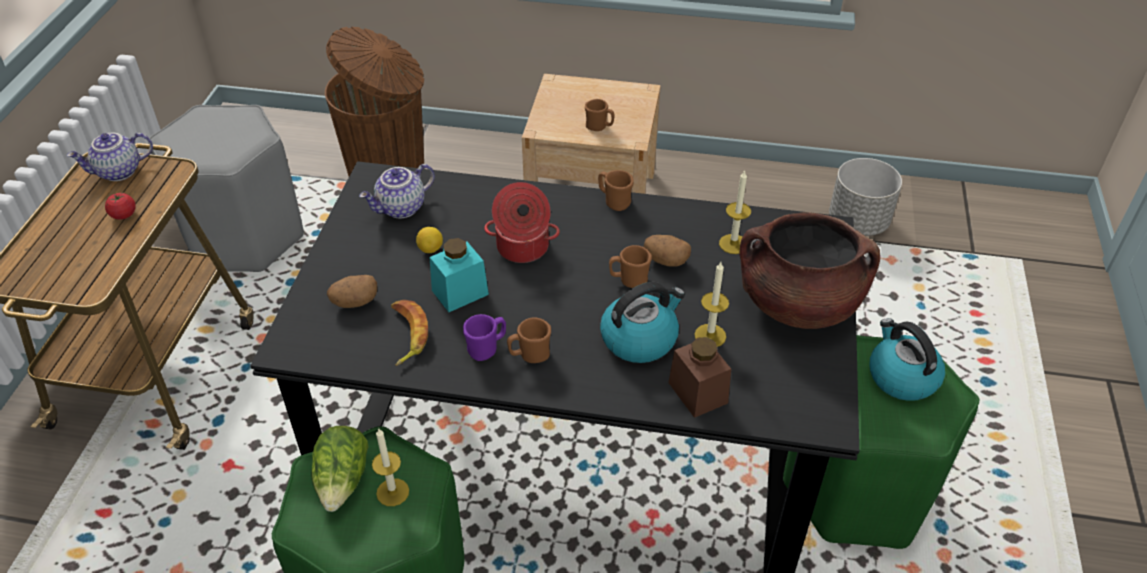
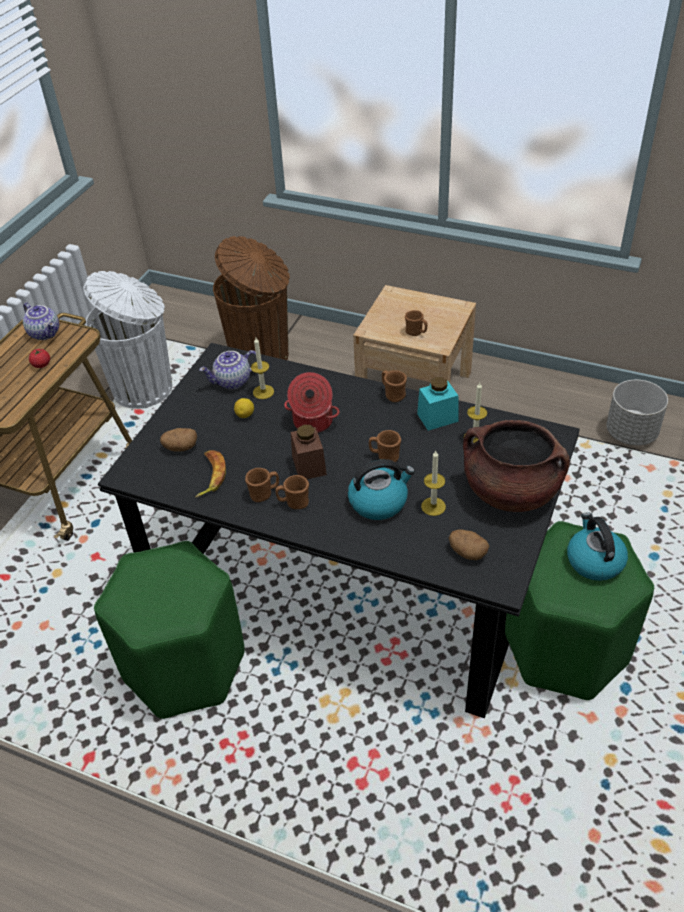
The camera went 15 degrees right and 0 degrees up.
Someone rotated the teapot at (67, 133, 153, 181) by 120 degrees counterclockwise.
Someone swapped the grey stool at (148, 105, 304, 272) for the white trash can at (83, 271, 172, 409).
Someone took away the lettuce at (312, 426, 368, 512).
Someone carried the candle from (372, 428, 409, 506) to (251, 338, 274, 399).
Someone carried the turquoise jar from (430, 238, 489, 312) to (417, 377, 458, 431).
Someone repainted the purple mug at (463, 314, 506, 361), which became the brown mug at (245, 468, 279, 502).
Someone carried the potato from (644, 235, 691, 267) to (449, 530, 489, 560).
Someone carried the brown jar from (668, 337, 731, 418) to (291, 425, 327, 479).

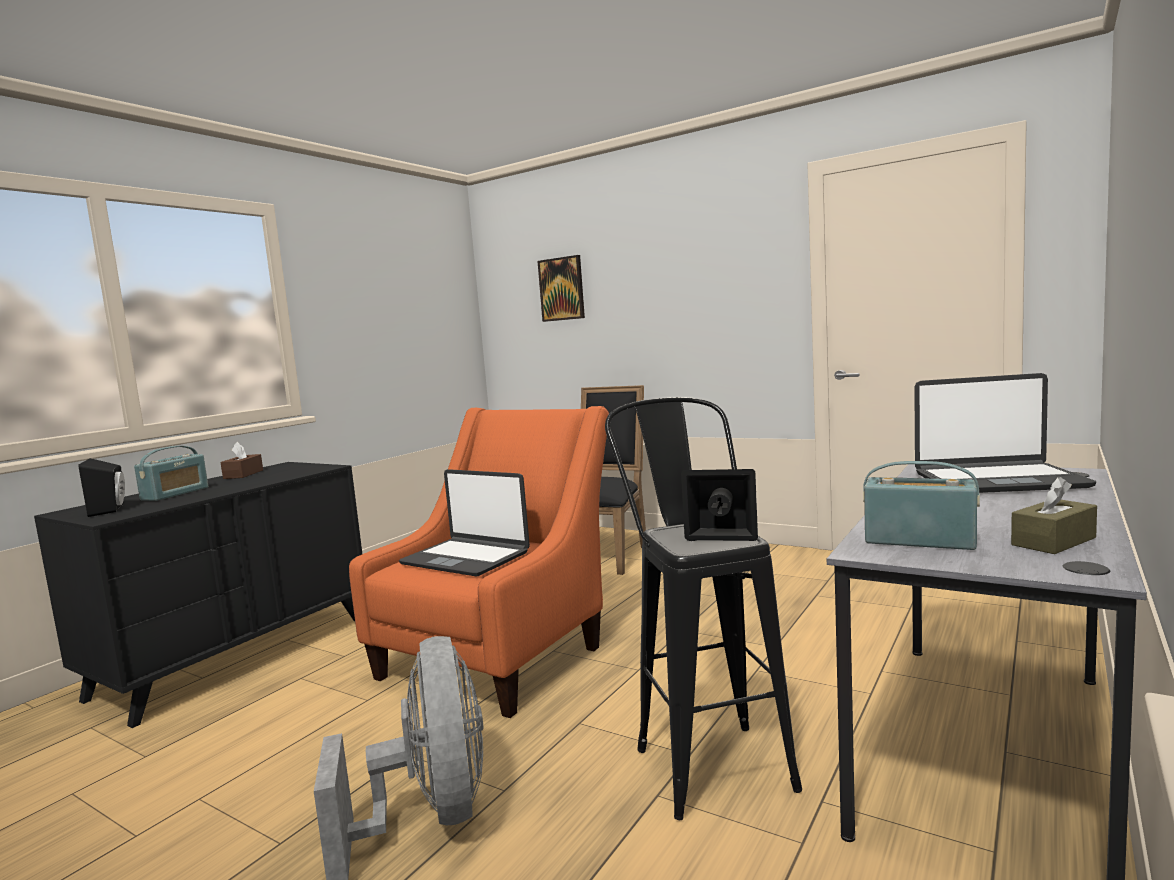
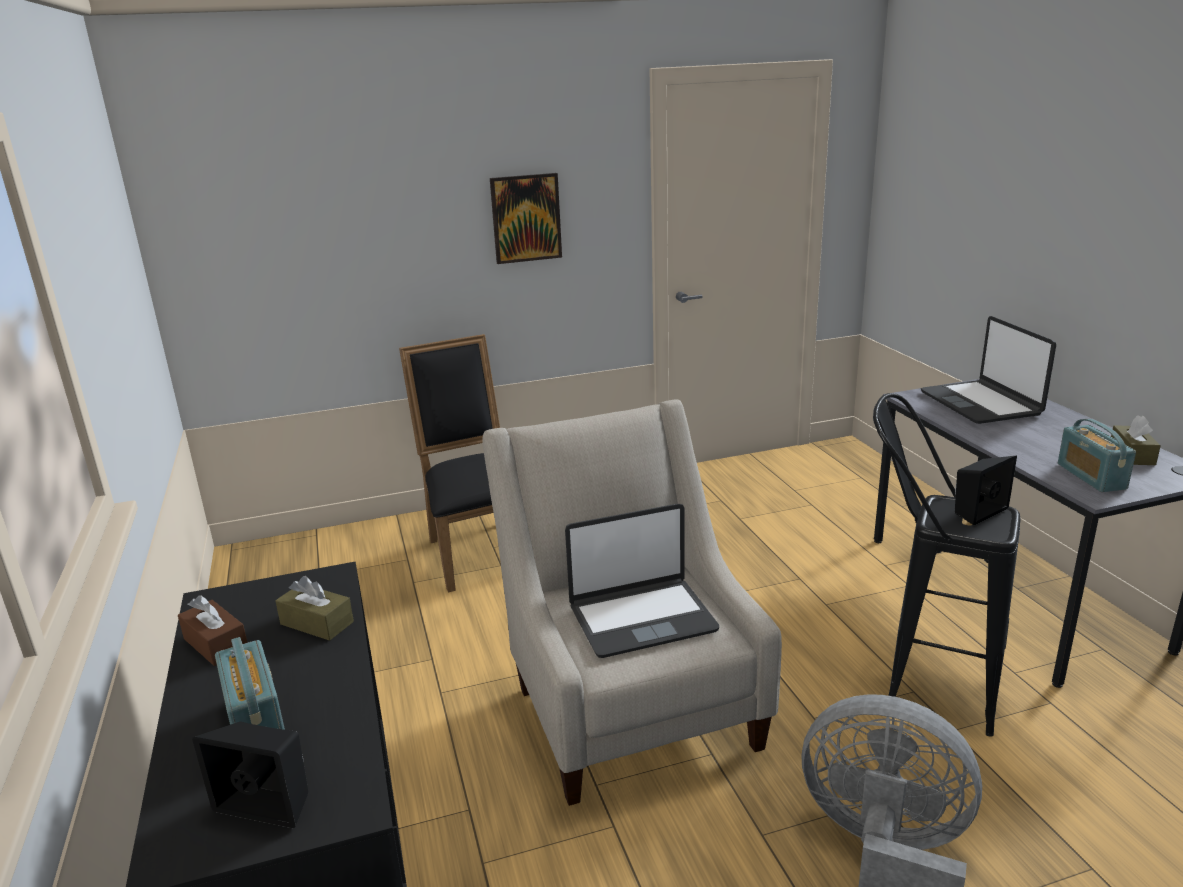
The camera went 50 degrees left and 15 degrees up.
Someone repainted the orange armchair at (349, 406, 609, 718), which became the beige armchair at (482, 400, 782, 806).
Someone carried the picture from (537, 255, 585, 322) to (490, 173, 562, 264).
Someone rotated the radio at (863, 461, 980, 550) by 75 degrees counterclockwise.
Someone rotated the laptop at (914, 373, 1096, 493) by 120 degrees clockwise.
Someone put down the brown tissue box at (275, 576, 354, 640).

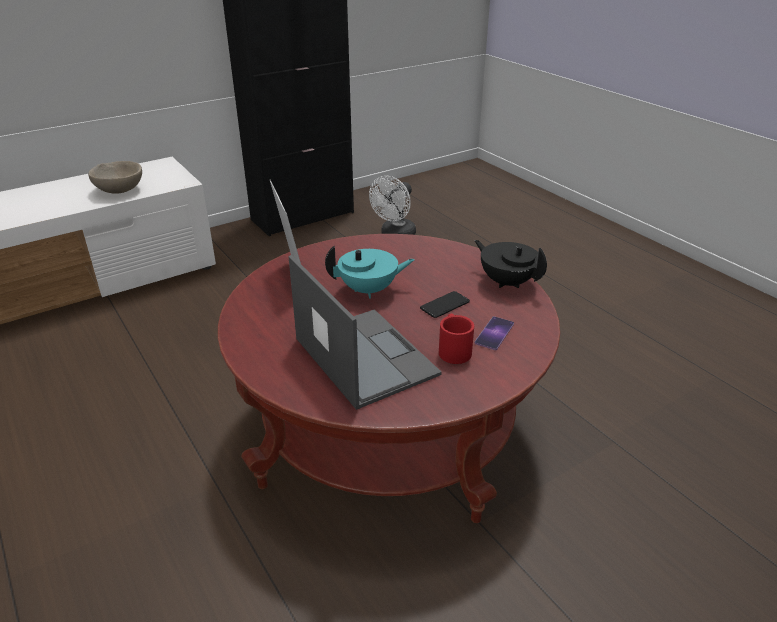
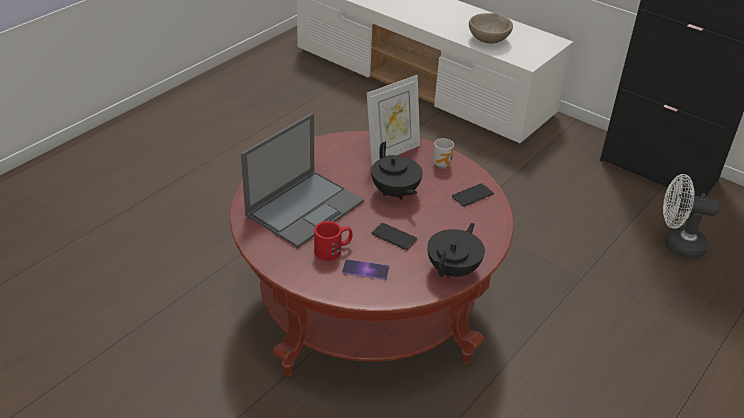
The camera went 70 degrees right and 5 degrees up.
Someone repainted the turquoise teapot at (325, 245, 415, 299), which became the black teapot at (371, 141, 423, 200).
Someone put down the mug at (433, 138, 454, 168).
Someone put down the phone at (452, 184, 494, 206).

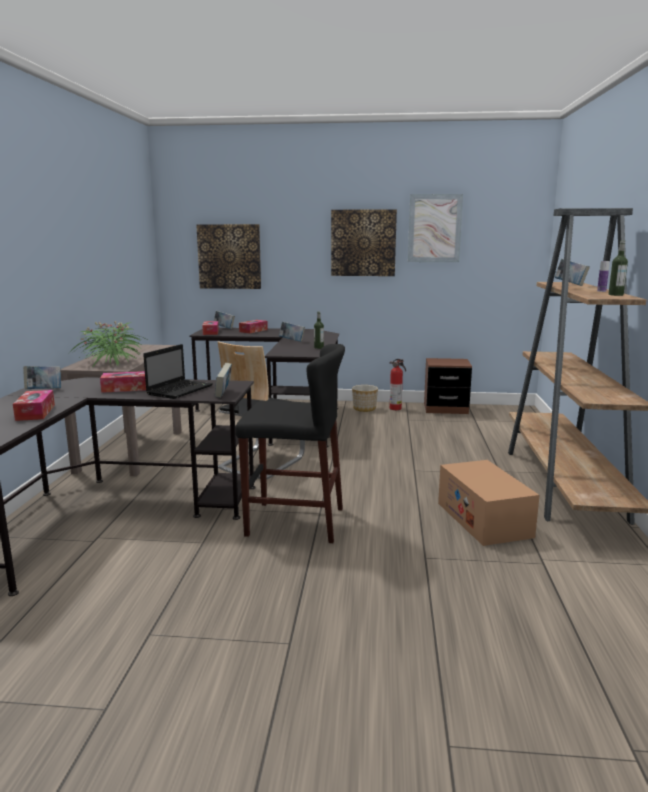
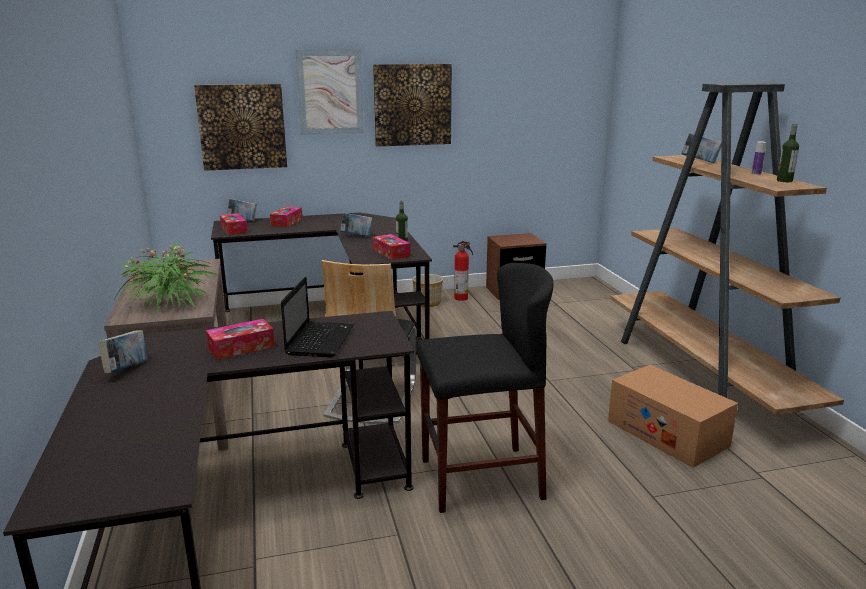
The camera went 20 degrees left and 5 degrees up.
Someone carried the tissue box from (13, 390, 55, 421) to (373, 234, 411, 260).
Someone took away the book at (215, 363, 232, 398).
Someone carried the picture from (408, 194, 463, 262) to (295, 49, 364, 135).

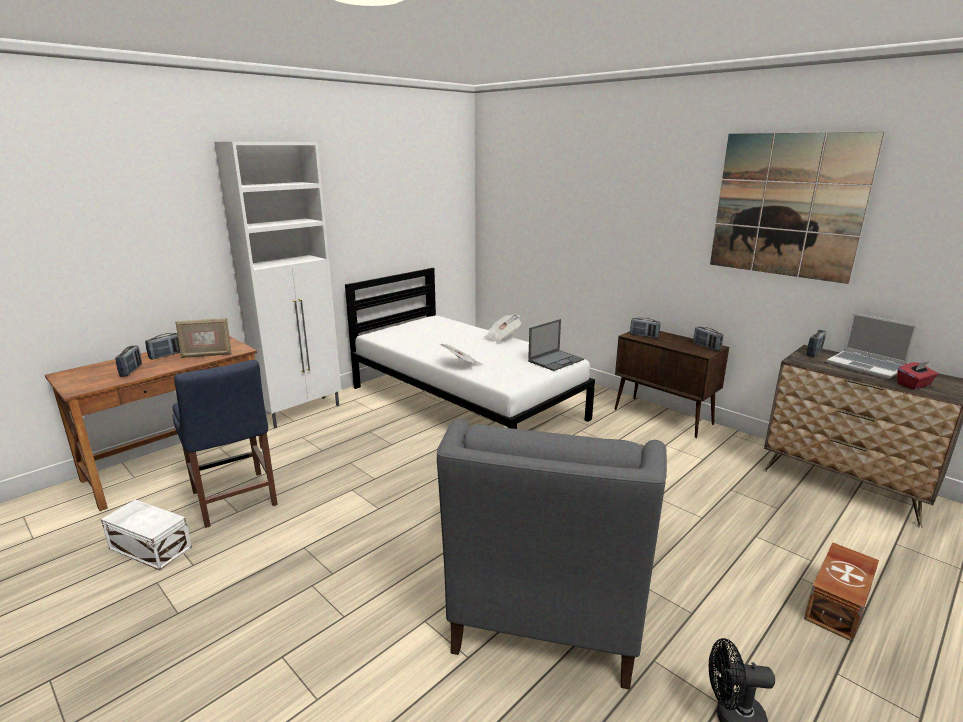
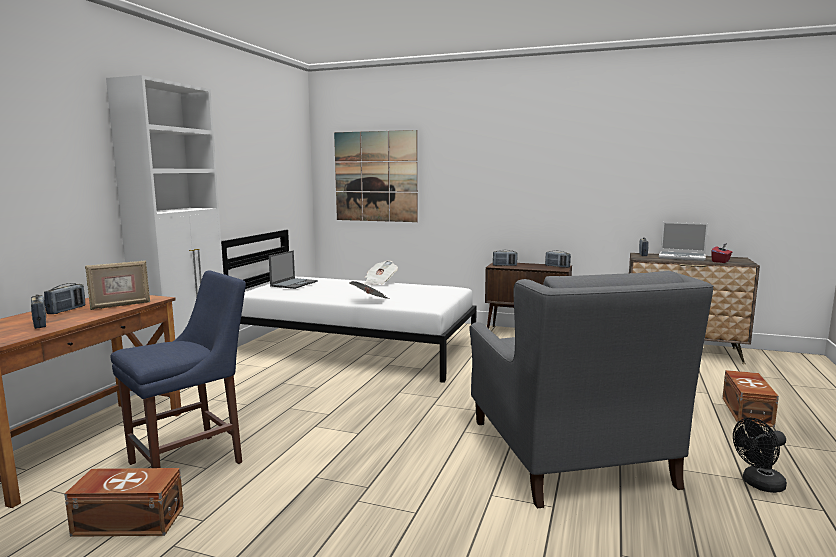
The camera went 25 degrees left and 10 degrees down.
Someone repainted the white storage box at (101, 499, 192, 571), which became the brown storage box at (64, 468, 184, 537).
Someone rotated the blue chair at (172, 360, 278, 528) by 75 degrees counterclockwise.
Someone carried the laptop from (528, 319, 584, 371) to (269, 250, 318, 289).
Someone carried the picture from (710, 132, 884, 284) to (334, 130, 417, 222).

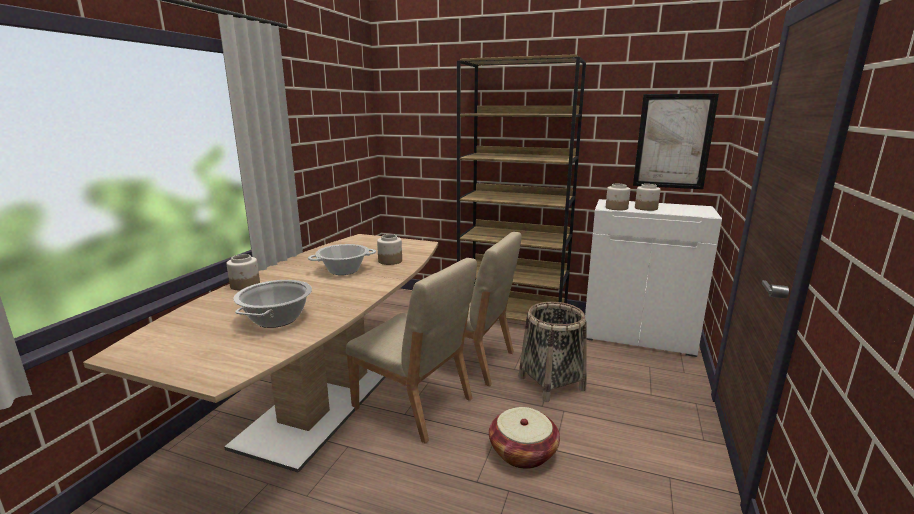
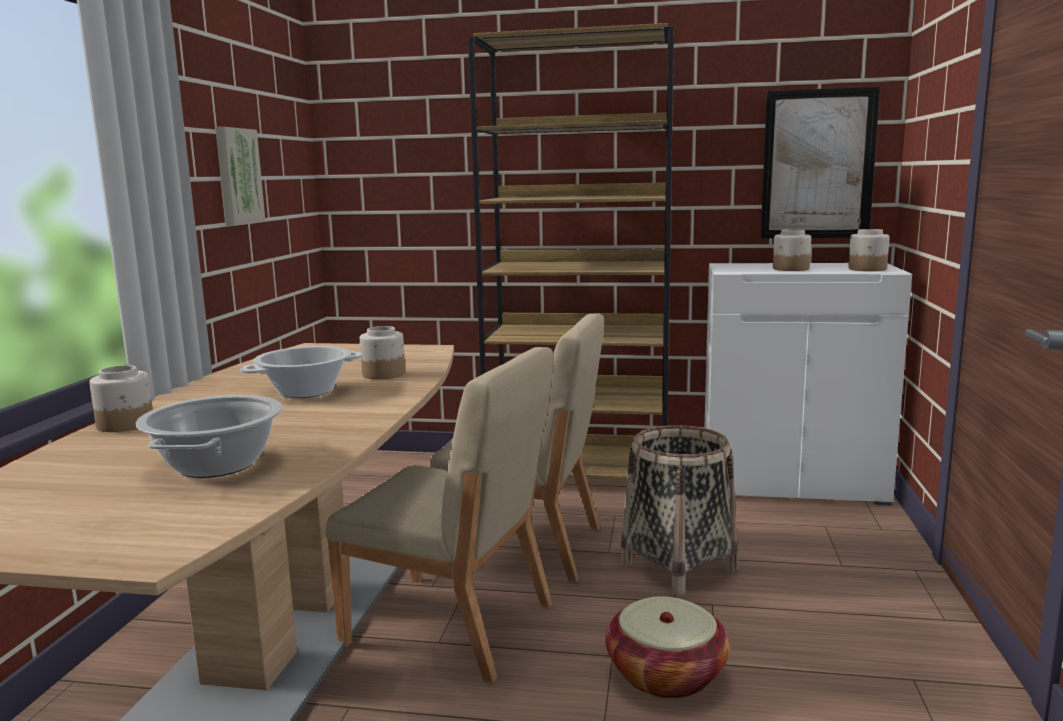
The camera went 10 degrees left and 5 degrees down.
Someone carried the jar from (606, 184, 630, 210) to (848, 229, 889, 271).
Someone put up the picture at (215, 127, 266, 226).

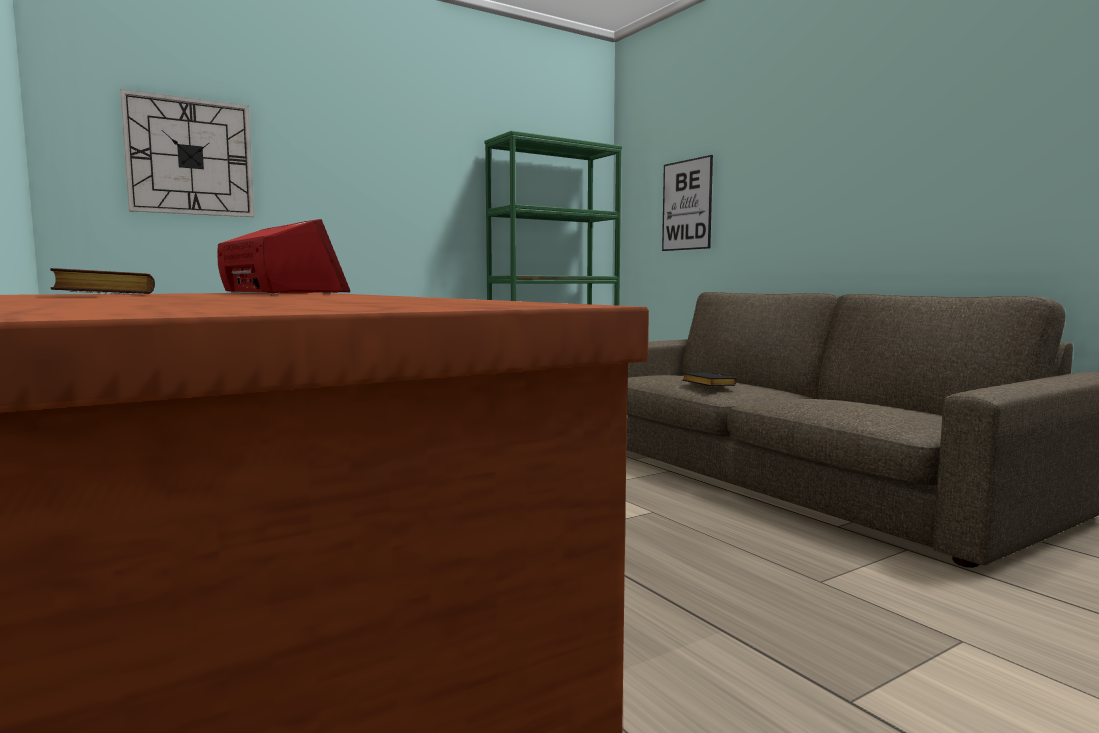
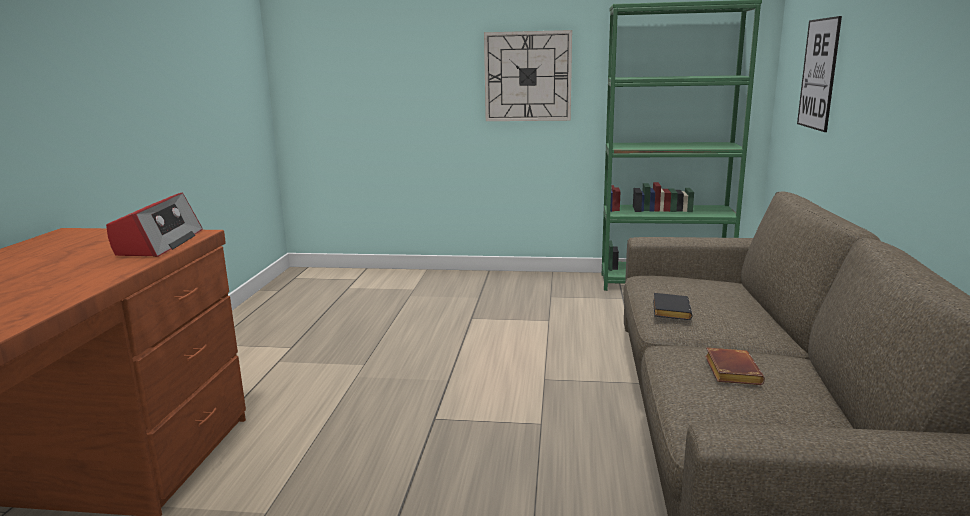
The camera went 40 degrees right and 10 degrees up.
Someone carried the brown book from (50, 268, 155, 295) to (705, 348, 765, 385).
Someone carried the wall clock from (120, 89, 254, 217) to (484, 30, 572, 121).

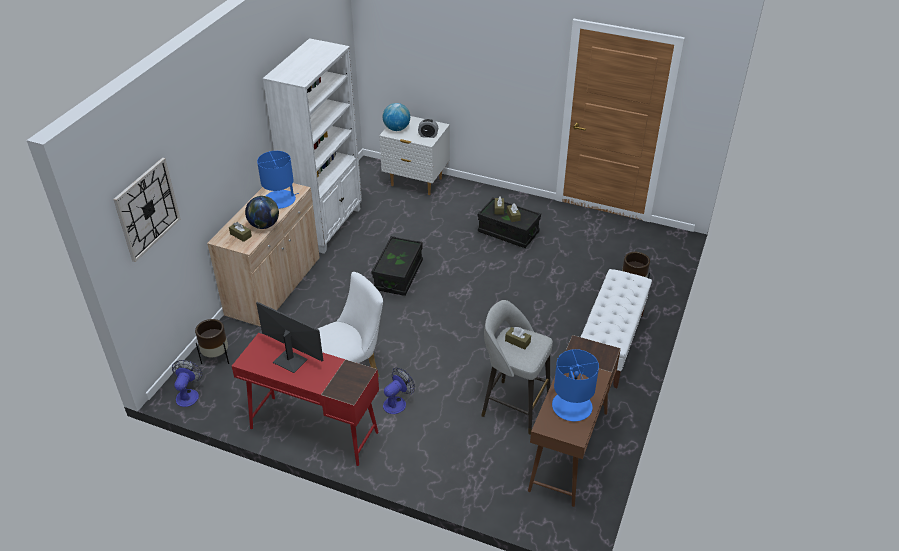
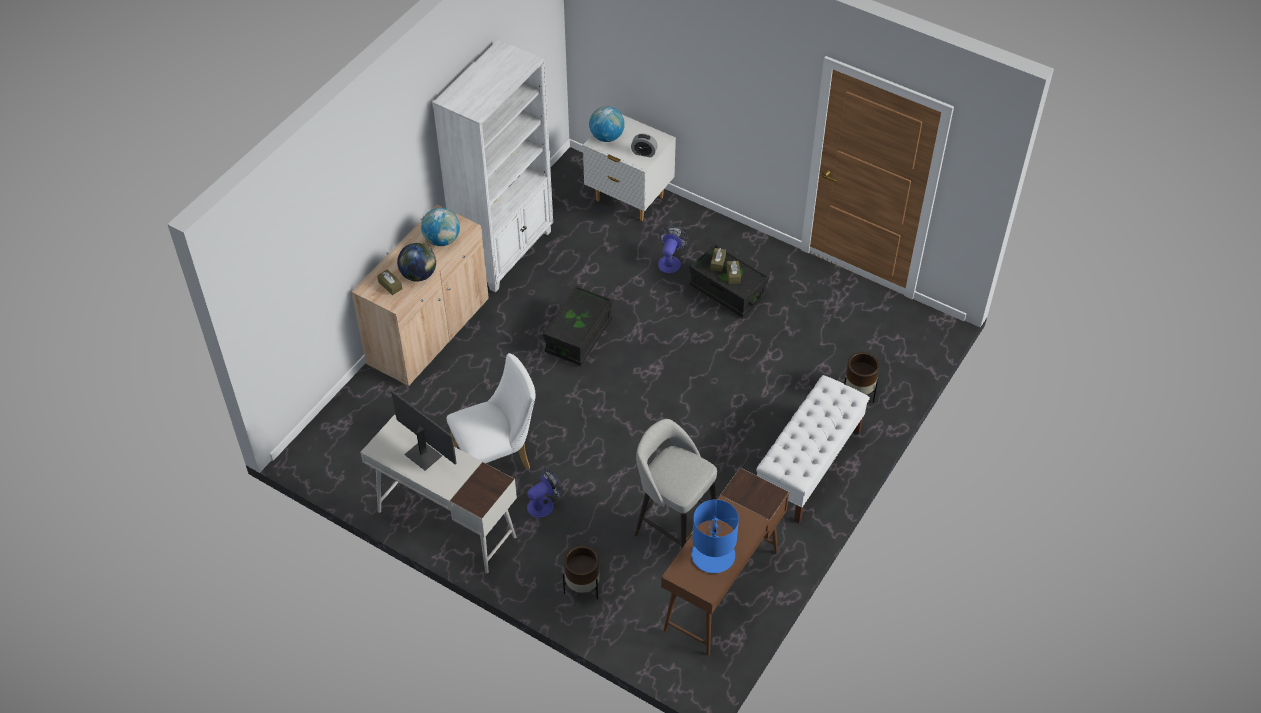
The camera went 10 degrees right and 10 degrees up.
Someone took away the wall clock at (113, 158, 180, 262).
Someone carried the fan from (172, 360, 202, 407) to (658, 226, 689, 273).
Someone carried the brown planter from (195, 319, 229, 364) to (563, 546, 600, 599).
Someone repainted the red desk at (232, 333, 379, 466), which became the white desk at (360, 415, 517, 573).
Someone swapped the blue table lamp at (257, 151, 299, 209) for the globe at (421, 208, 460, 246).
Someone took away the brown tissue box at (505, 327, 531, 350).

